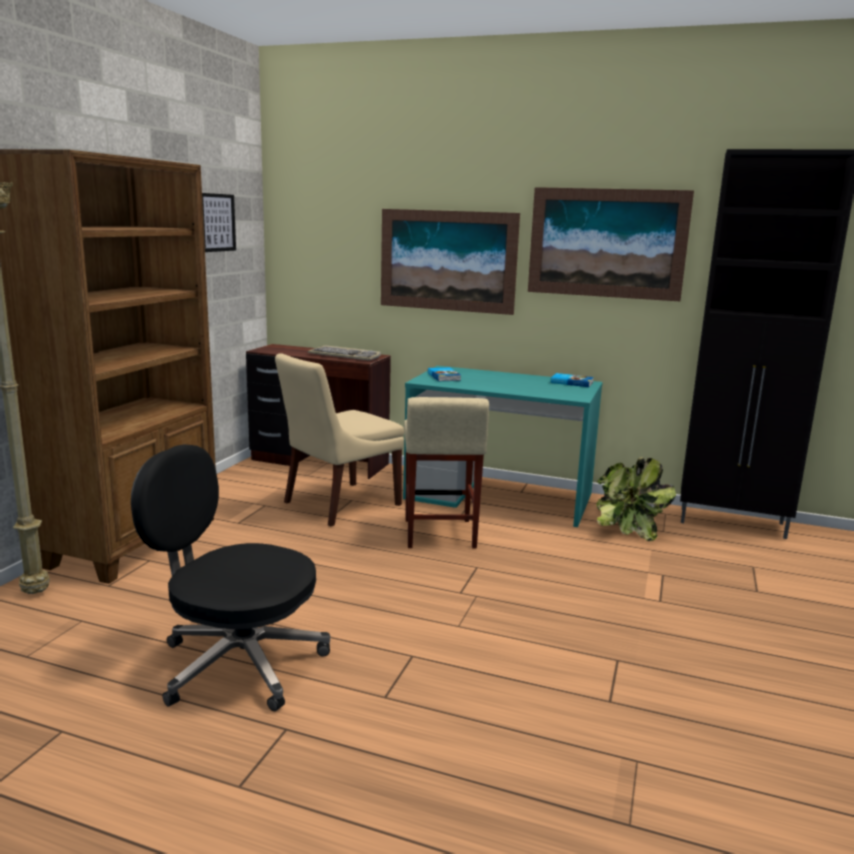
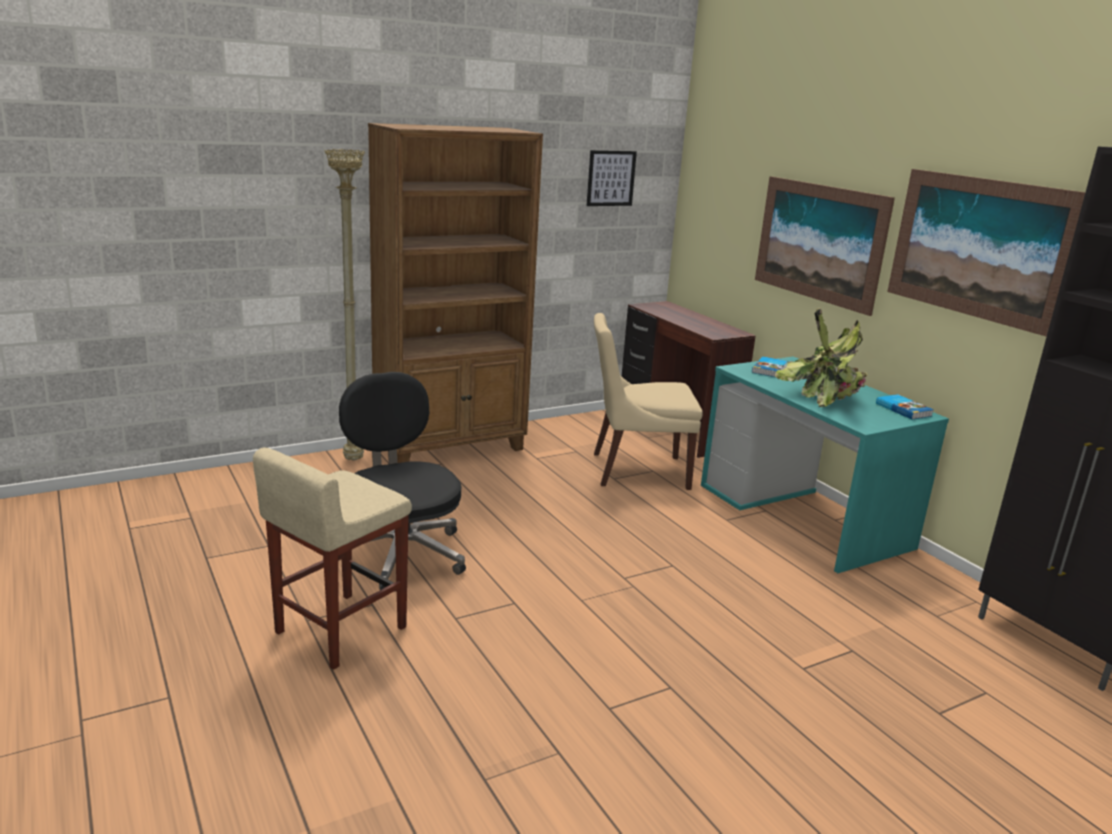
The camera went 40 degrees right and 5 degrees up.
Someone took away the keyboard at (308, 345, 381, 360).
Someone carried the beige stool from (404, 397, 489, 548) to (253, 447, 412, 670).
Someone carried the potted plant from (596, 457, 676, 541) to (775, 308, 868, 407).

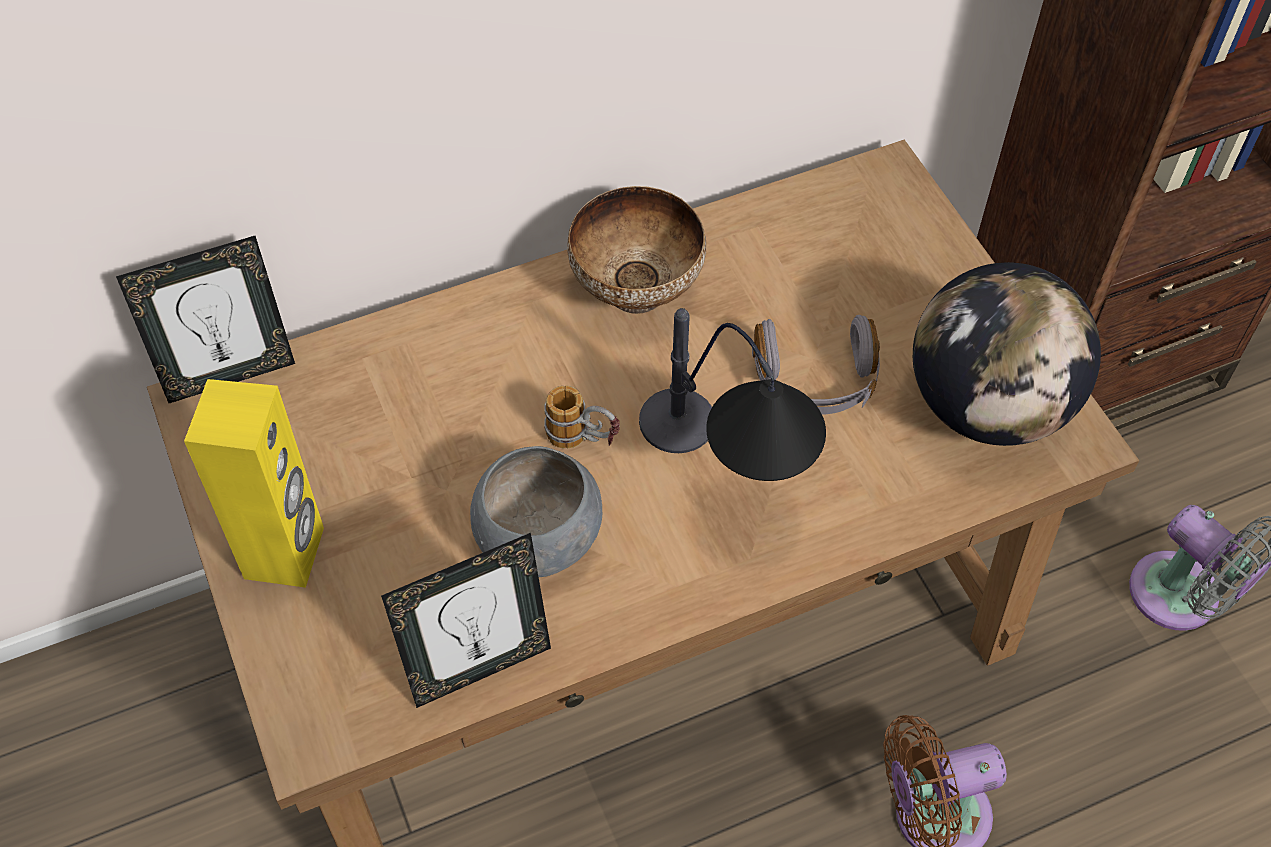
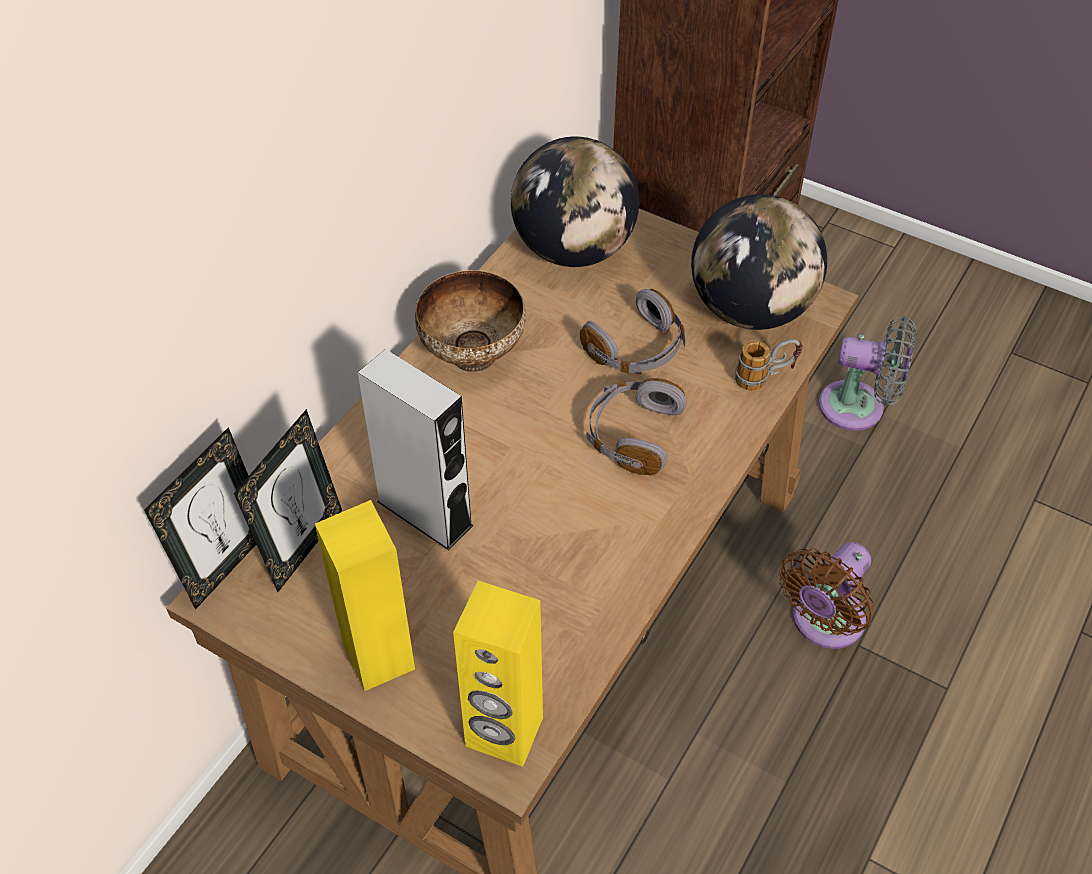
The camera went 35 degrees left and 5 degrees down.
Someone carried the picture frame from (381, 533, 551, 708) to (234, 409, 342, 592).
Someone took away the grey bowl at (470, 446, 602, 577).
Someone carried the mug from (544, 386, 620, 448) to (735, 339, 803, 391).
Someone swapped the table lamp at (639, 308, 826, 481) for the grey headphones at (586, 378, 686, 476).
Someone put down the grey speaker at (358, 349, 474, 550).
Someone put down the yellow speaker at (453, 581, 543, 767).
Someone put down the globe at (511, 136, 639, 267).

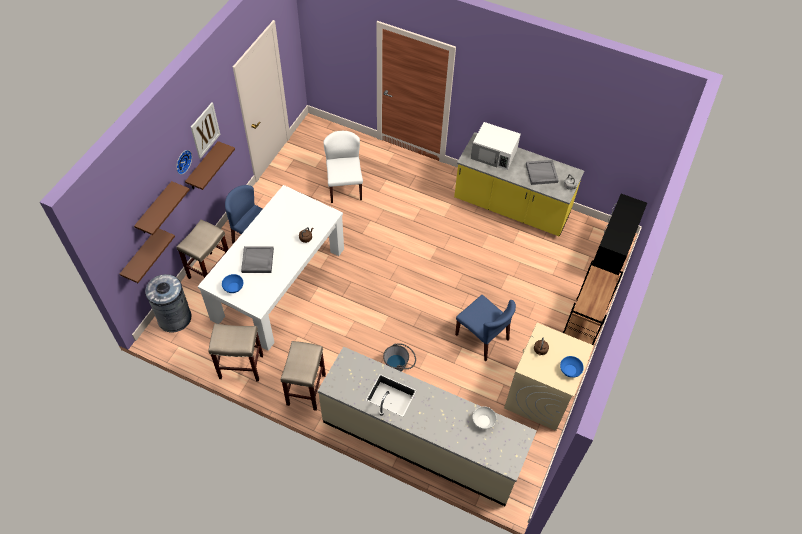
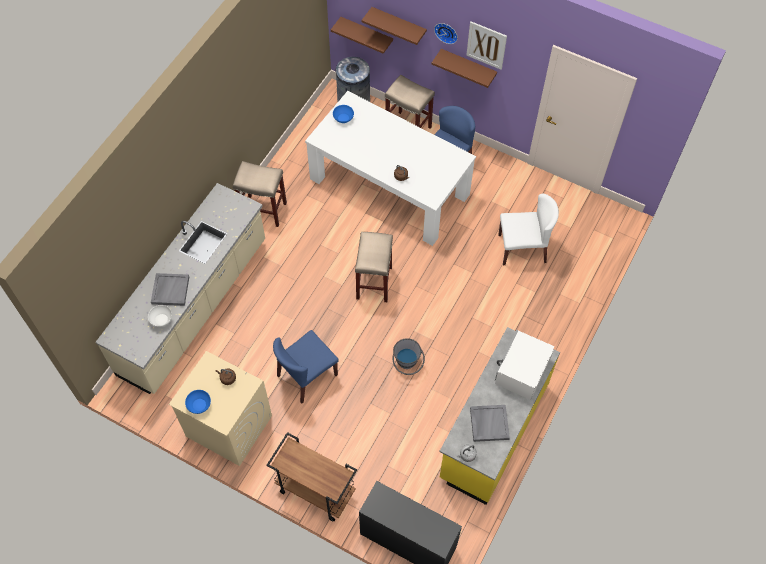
The camera went 95 degrees right and 5 degrees up.
Someone carried the beige stool from (208, 324, 263, 382) to (355, 232, 393, 302).
Someone carried the grey tray from (241, 246, 274, 273) to (151, 273, 189, 306).
Someone carried the grey bucket from (383, 343, 416, 372) to (393, 338, 425, 375).

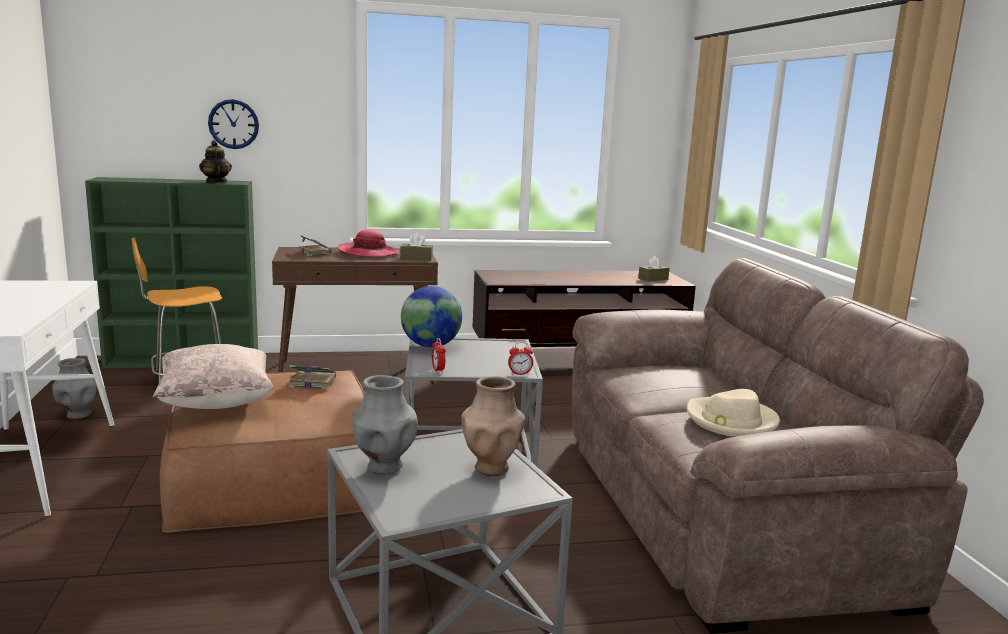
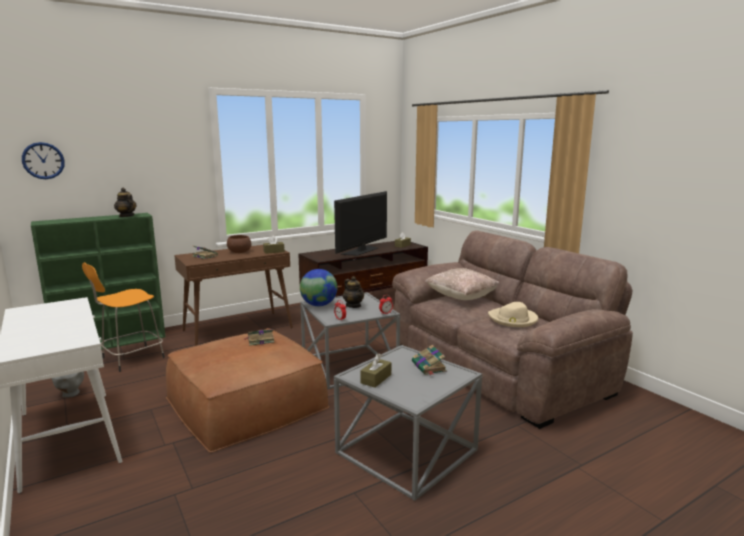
The camera went 20 degrees left and 0 degrees up.
Someone carried the beige pillow from (153, 344, 273, 409) to (425, 268, 499, 300).
Someone carried the wall clock from (208, 99, 259, 149) to (22, 142, 65, 179).
Someone swapped the hat at (338, 229, 399, 257) for the brown bowl at (227, 235, 251, 253).
Someone swapped the grey vase at (352, 375, 418, 475) for the brown tissue box at (360, 353, 391, 387).
Someone swapped the brown vase at (461, 376, 525, 476) for the book at (412, 345, 447, 375).
Someone put down the television at (334, 191, 387, 256).
Someone put down the teapot at (343, 276, 364, 308).

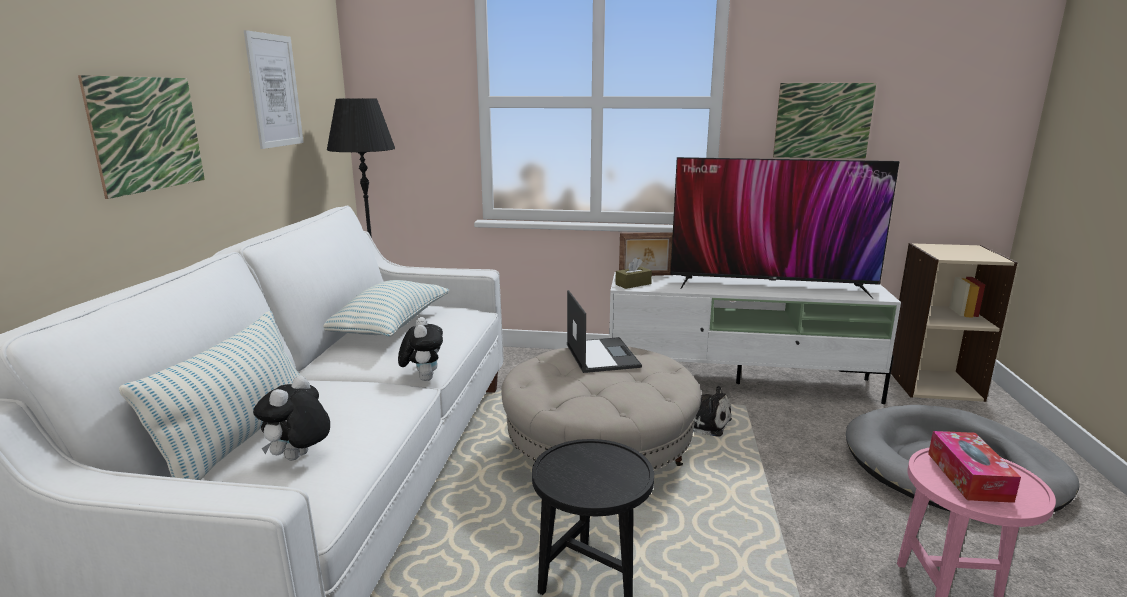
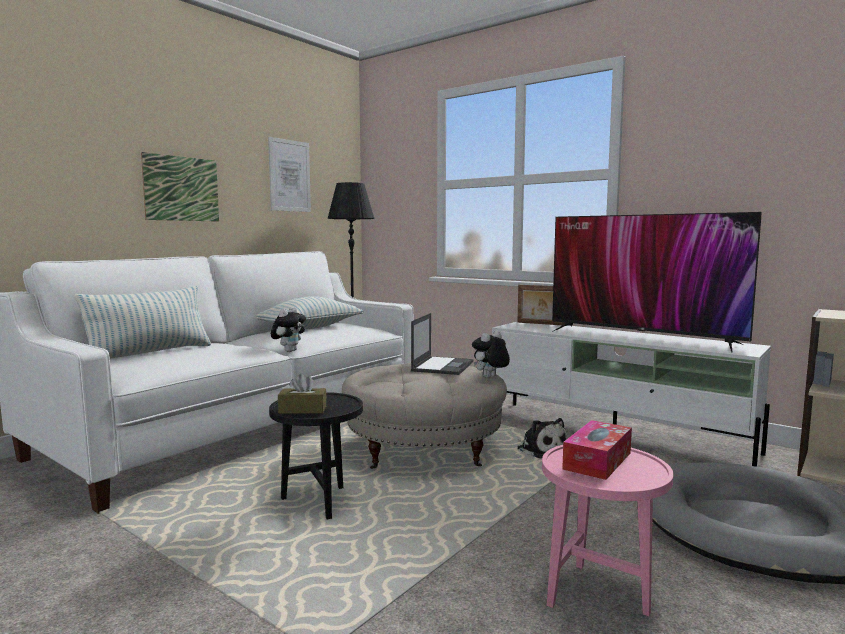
The camera went 30 degrees right and 10 degrees down.
Someone carried the plush toy from (253, 375, 330, 460) to (472, 331, 510, 378).
Someone carried the brown tissue box from (615, 258, 652, 289) to (278, 374, 326, 414).
Someone took away the picture at (773, 83, 876, 159).

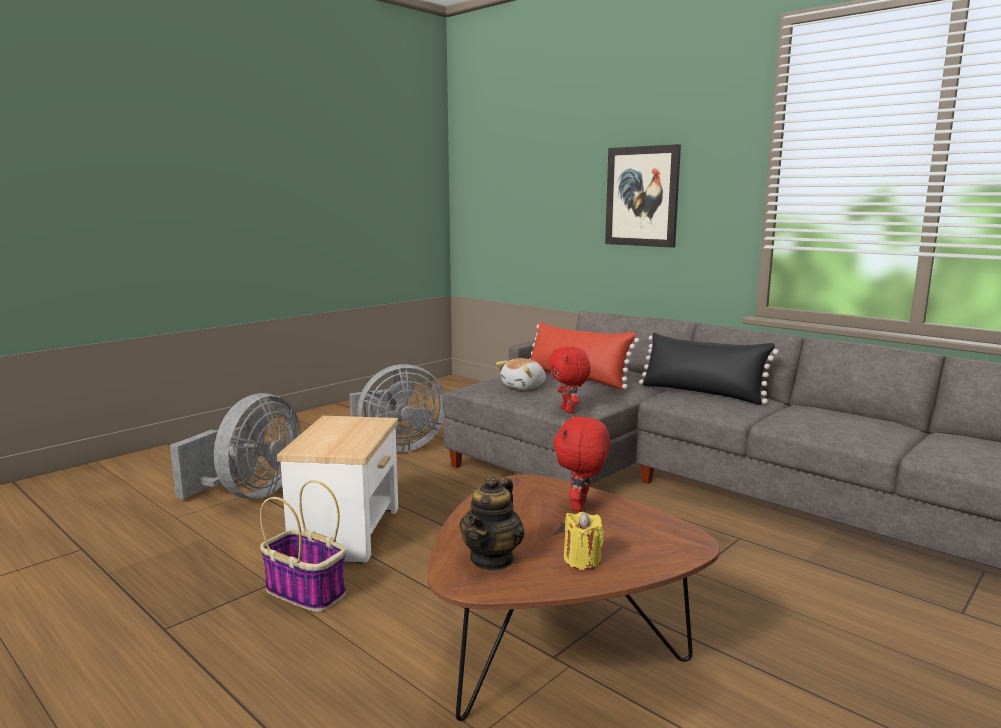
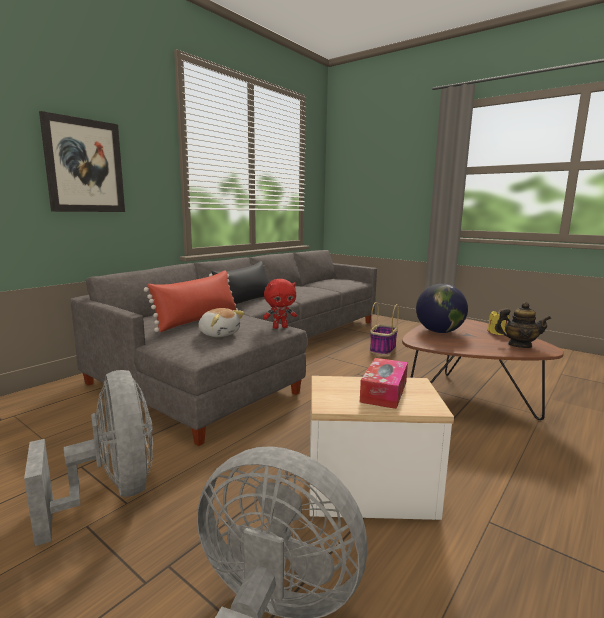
The camera went 95 degrees left and 0 degrees up.
Someone carried the basket from (260, 480, 346, 612) to (370, 302, 399, 355).
Someone swapped the red plush toy at (554, 415, 610, 512) for the globe at (416, 284, 468, 333).
Someone put down the tissue box at (360, 358, 408, 409).

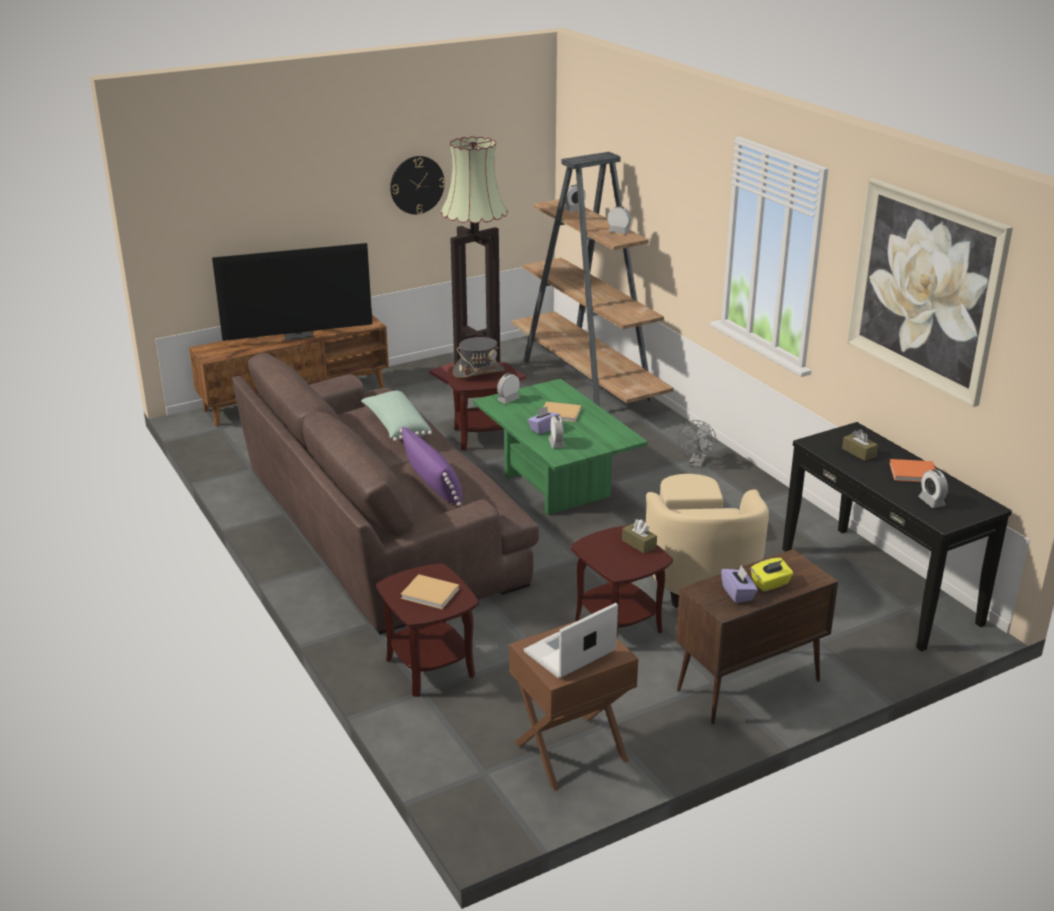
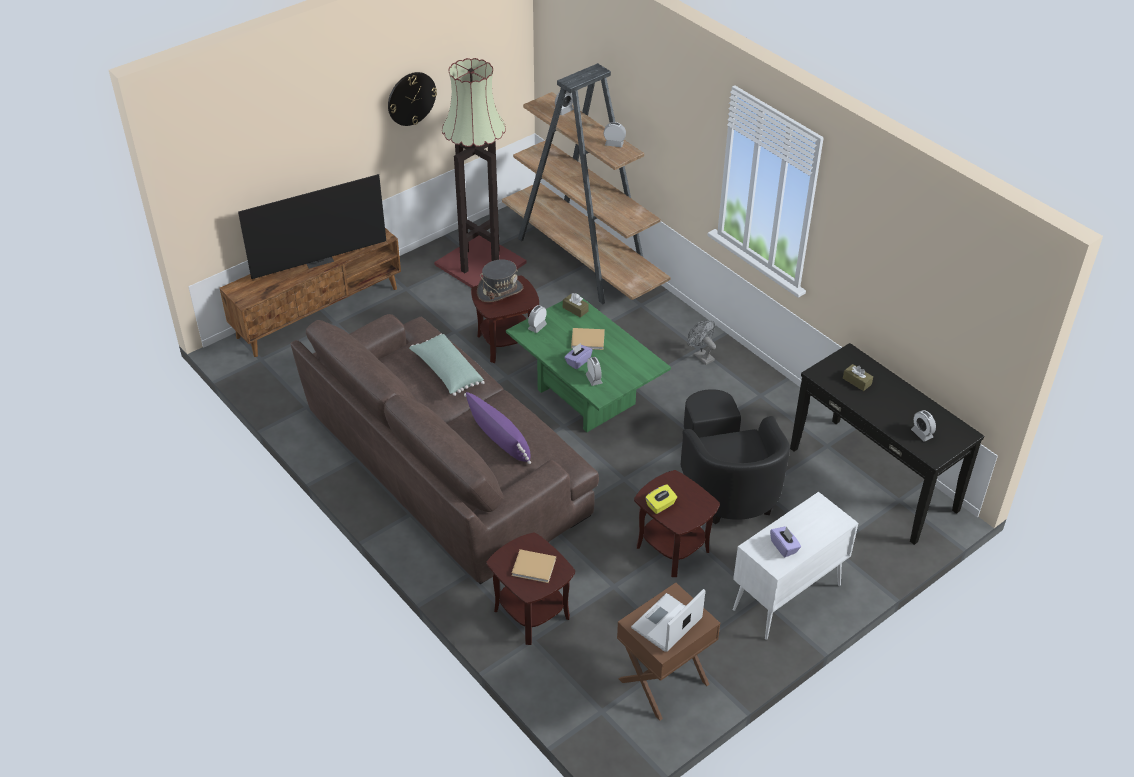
The camera went 10 degrees left and 15 degrees up.
Someone carried the brown tissue box from (622, 519, 657, 554) to (563, 293, 589, 318).
Someone repainted the beige armchair at (646, 474, 769, 608), which became the black armchair at (681, 389, 790, 524).
Someone repainted the brown cabinet at (676, 549, 838, 724), which became the white cabinet at (733, 492, 858, 640).
Someone rotated the grey fan at (678, 420, 716, 468) by 135 degrees clockwise.
Someone carried the yellow tissue box from (751, 558, 793, 592) to (645, 484, 677, 514).
Someone took away the picture at (847, 178, 1013, 407).
Someone took away the orange book at (889, 459, 936, 482).

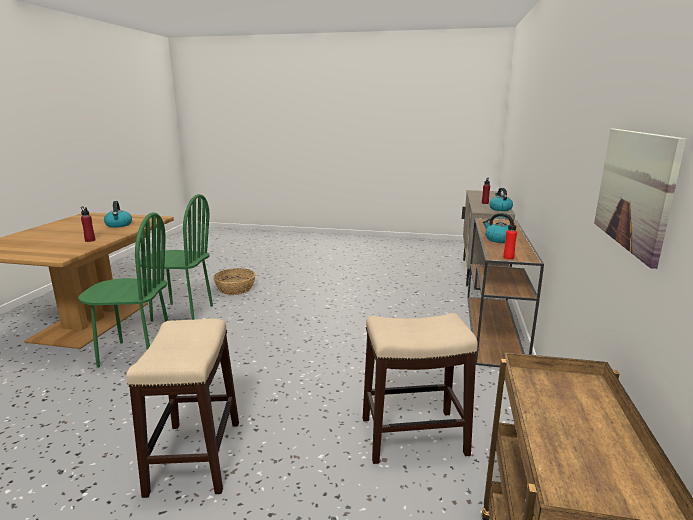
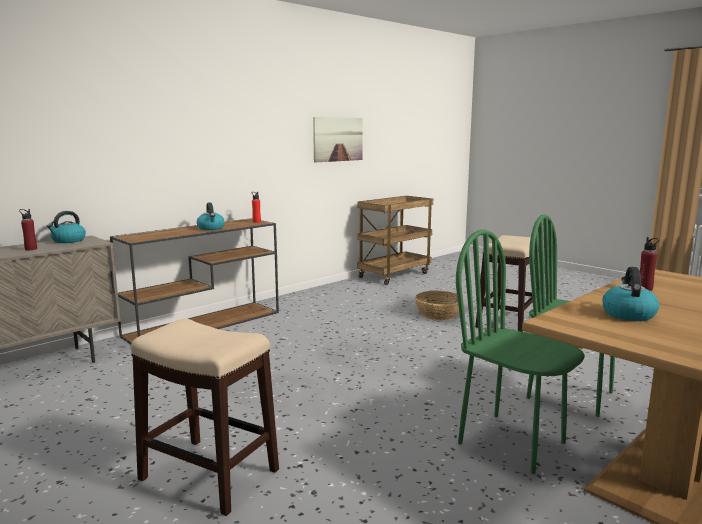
The camera went 145 degrees left and 5 degrees down.
Someone carried the basket from (213, 268, 255, 295) to (415, 291, 464, 320).
Someone carried the stool from (363, 313, 478, 464) to (131, 318, 279, 516).

